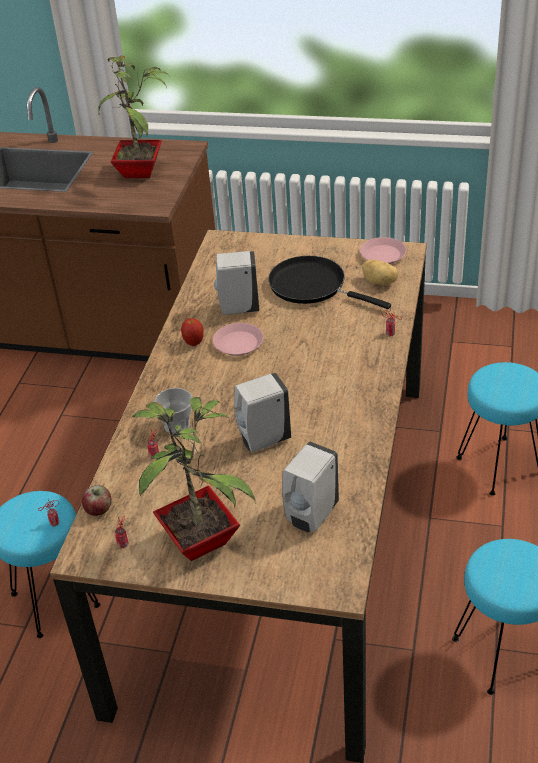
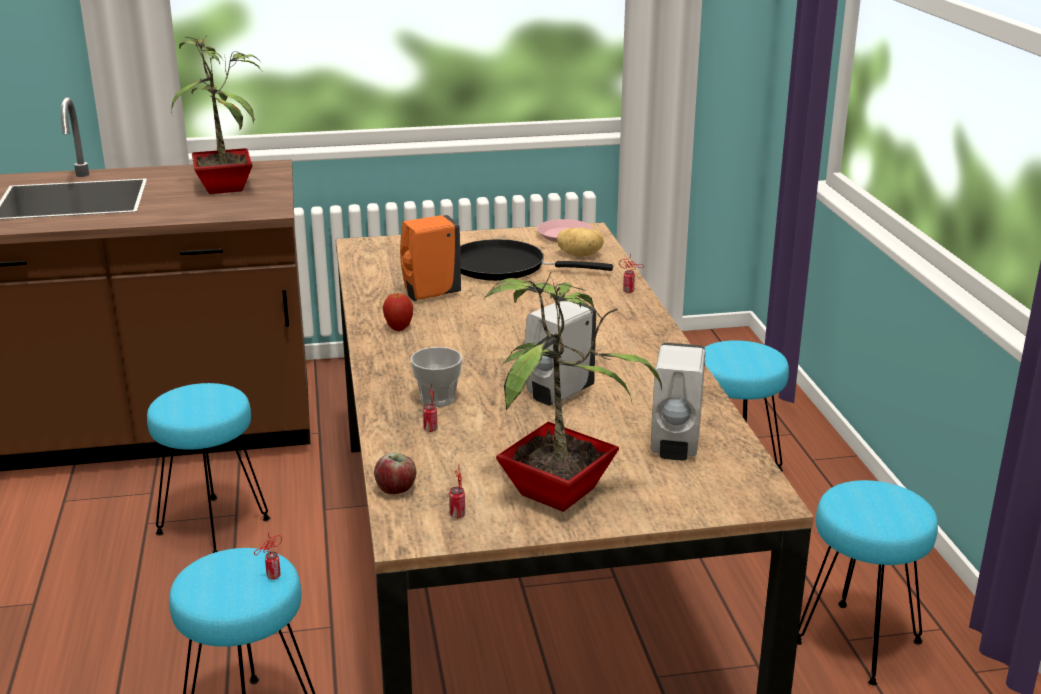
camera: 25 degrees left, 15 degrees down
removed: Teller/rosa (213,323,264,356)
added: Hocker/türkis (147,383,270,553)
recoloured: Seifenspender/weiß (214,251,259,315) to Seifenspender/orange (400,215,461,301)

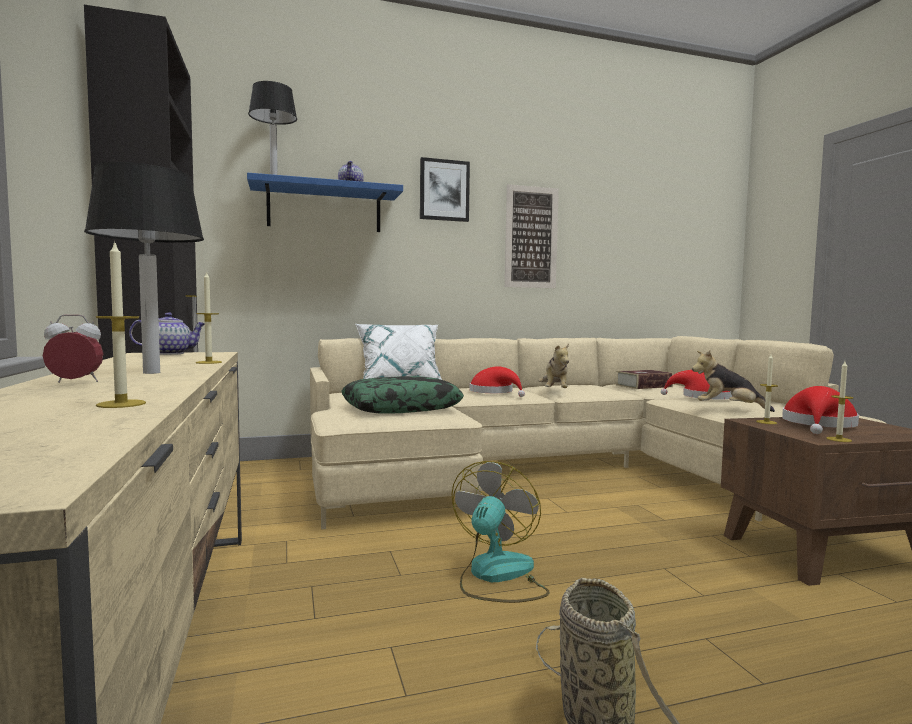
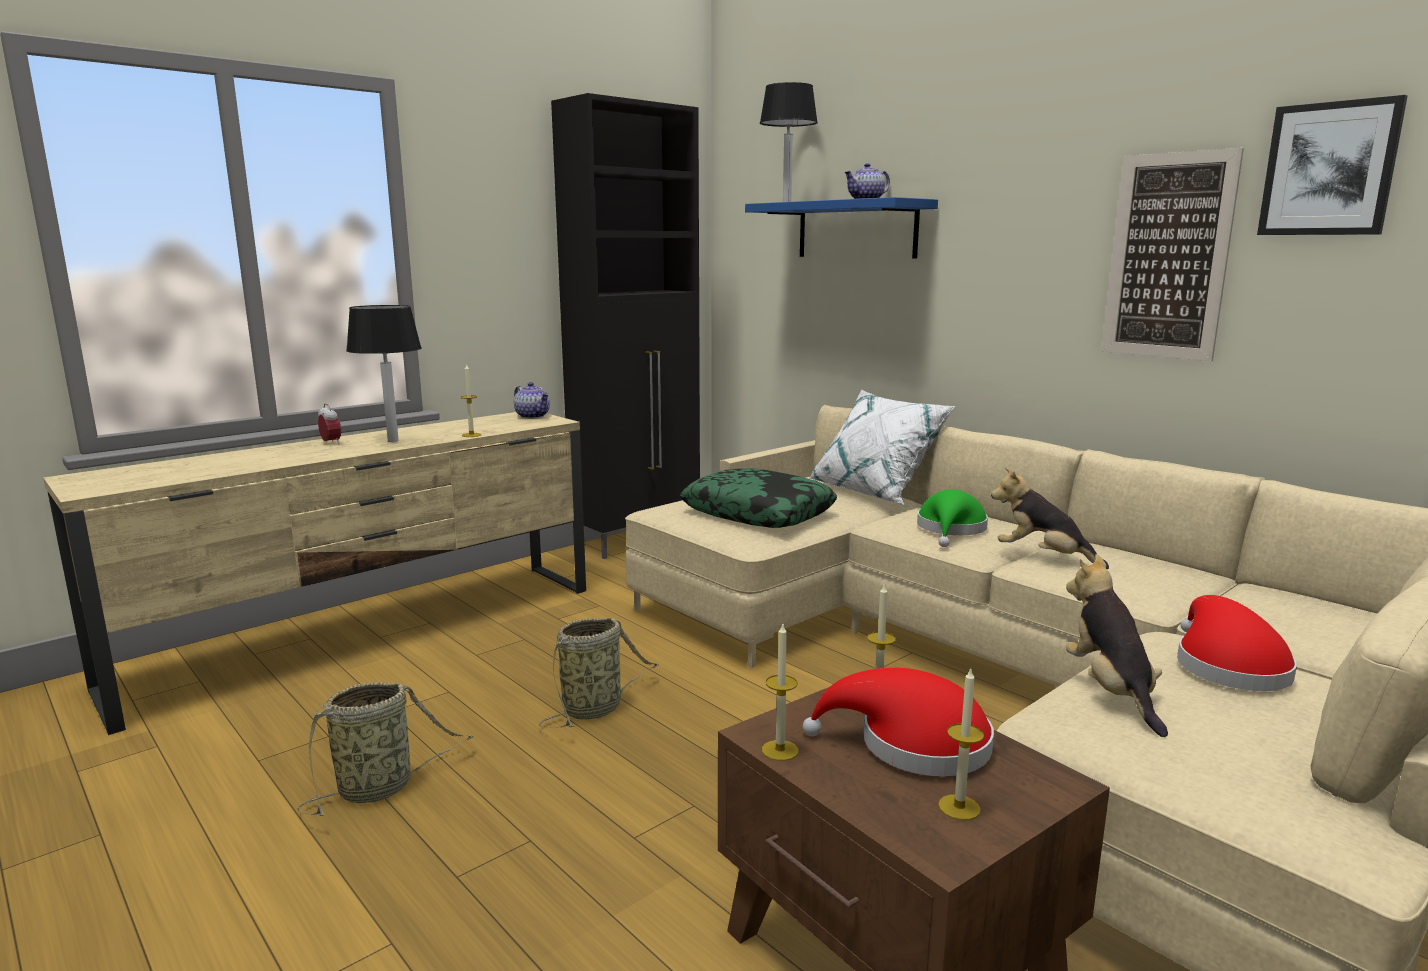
camera: 65 degrees right, 10 degrees up
removed: Buch (616,370,673,389)
moved: Bild (420,157,470,222) to (1257,95,1408,235); Kerze (96,240,146,408) to (938,669,984,820)
replaced: Ventilator (451,461,550,603) to Korb (539,618,658,728)
recoloured: Hut/rot (470,366,525,397) to Hut/grün (917,489,988,547)
turned: Plüschtier (538,344,569,388) = (991,467,1109,569) 60 degrees clockwise

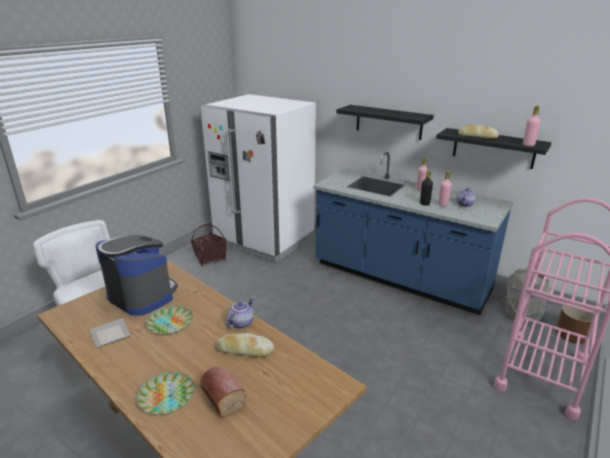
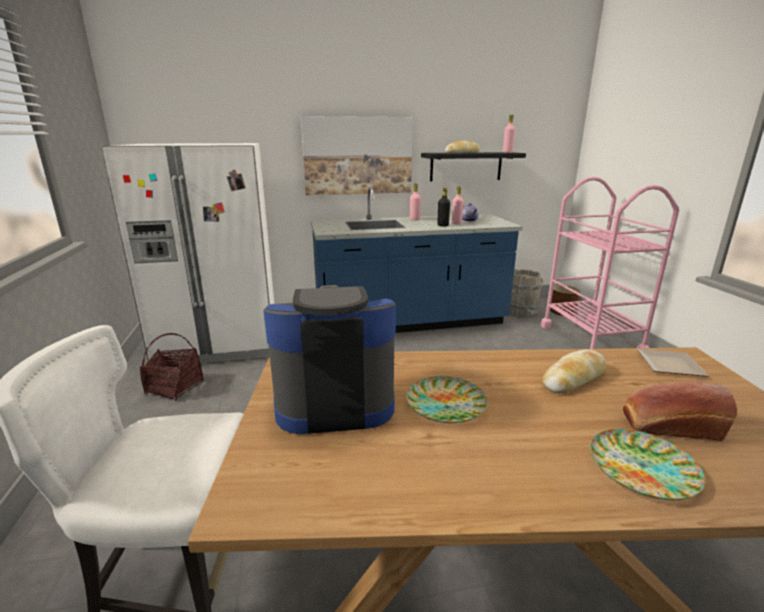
camera: 45 degrees left, 5 degrees down
removed: Teekanne (225,297,254,329)
moved: Teller (89,318,131,348) to (637,349,709,377)
replaced: Wandregal/schwarz (336,105,434,140) to Bild (301,116,413,195)

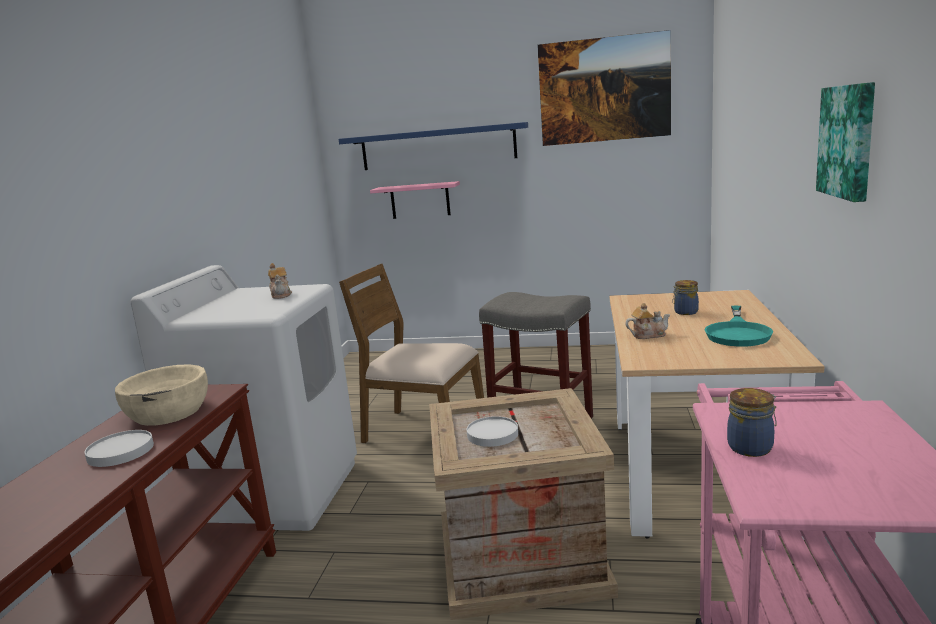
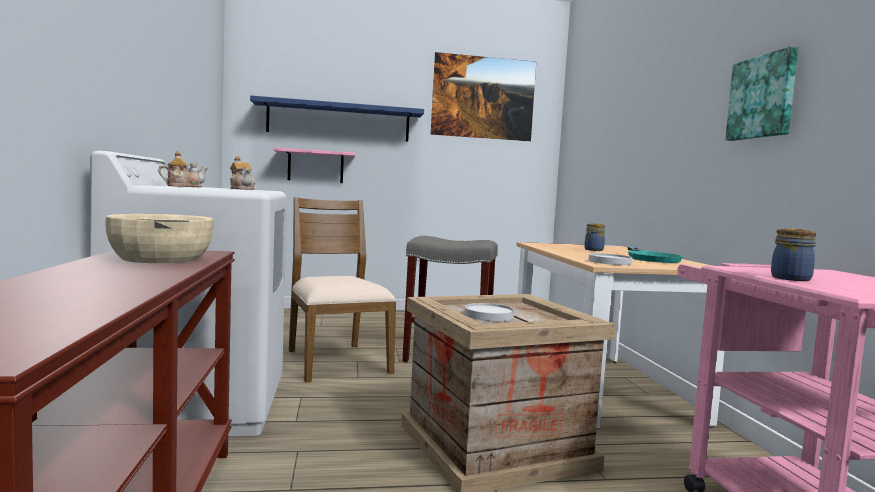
camera: 20 degrees left, 10 degrees down
moved: Teekanne (625,303,671,339) to (158,151,208,188); Teller/weiß (84,430,154,467) to (589,253,632,265)
turned: Stuhl/braun (339,264,484,443) = (289,197,396,382) 60 degrees clockwise

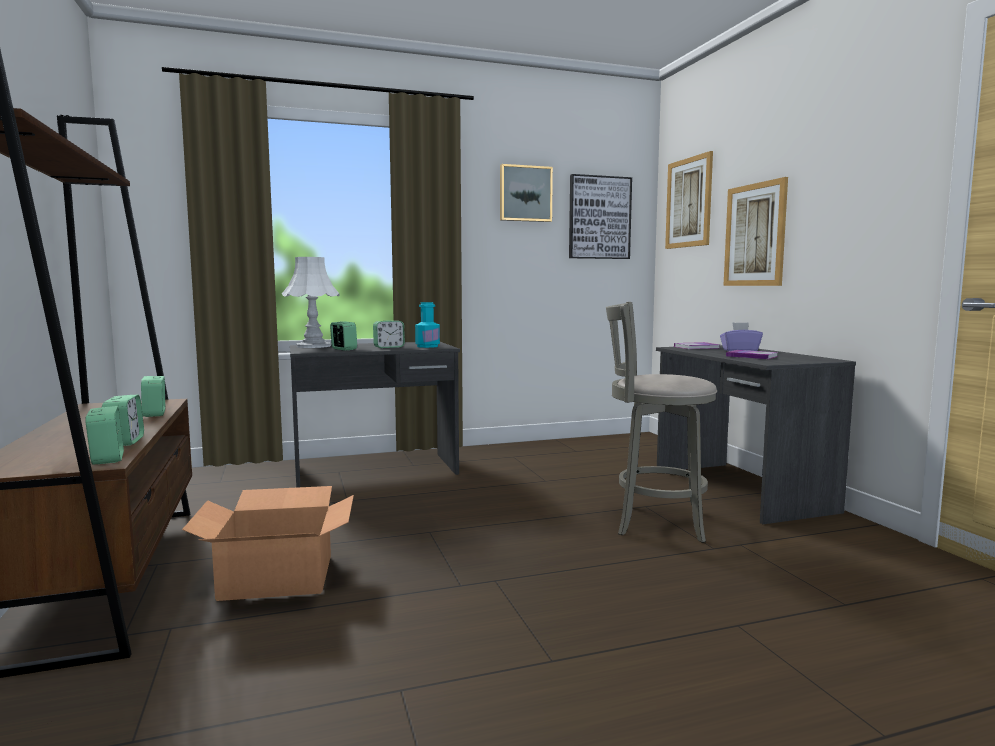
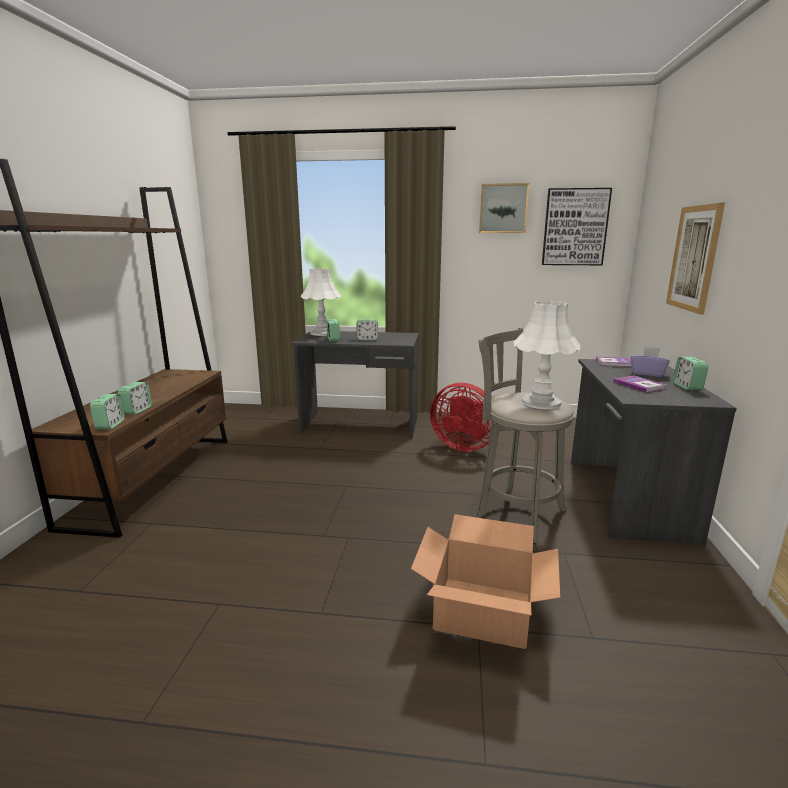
camera: 25 degrees right, 10 degrees up
removed: Bild (665,151,713,249); Flasche/türkis (415,302,440,348)
added: Tischlampe/weiß (514,301,581,409); Ventilator/rot (430,383,493,452)
moved: Wecker (141,376,165,417) to (673,357,708,390); Karton (182,486,354,601) to (411,514,560,649)

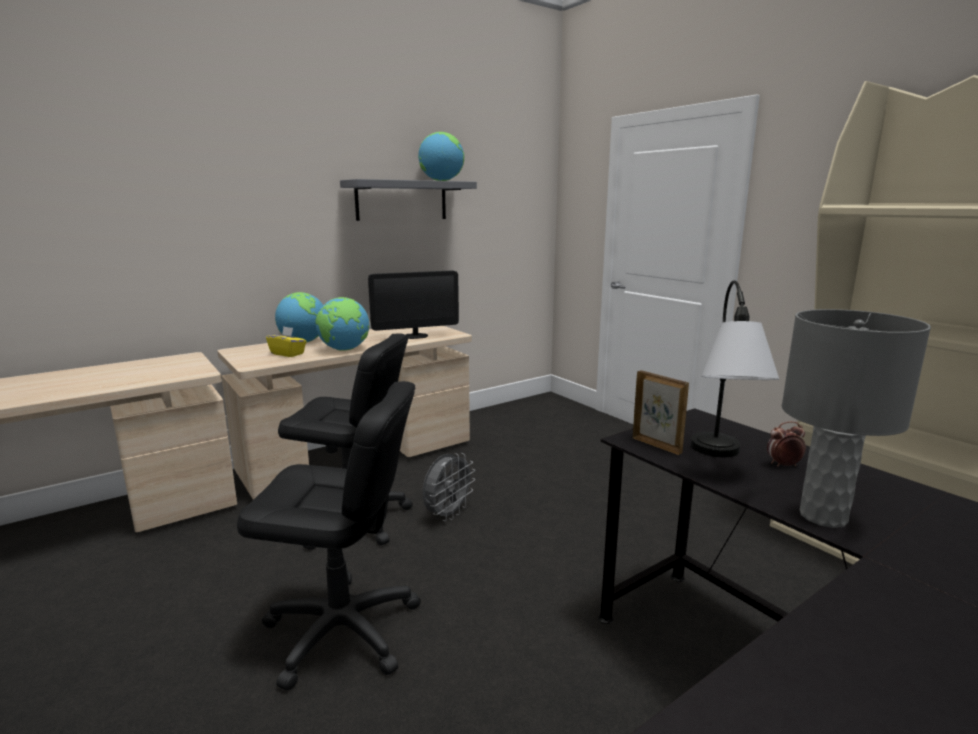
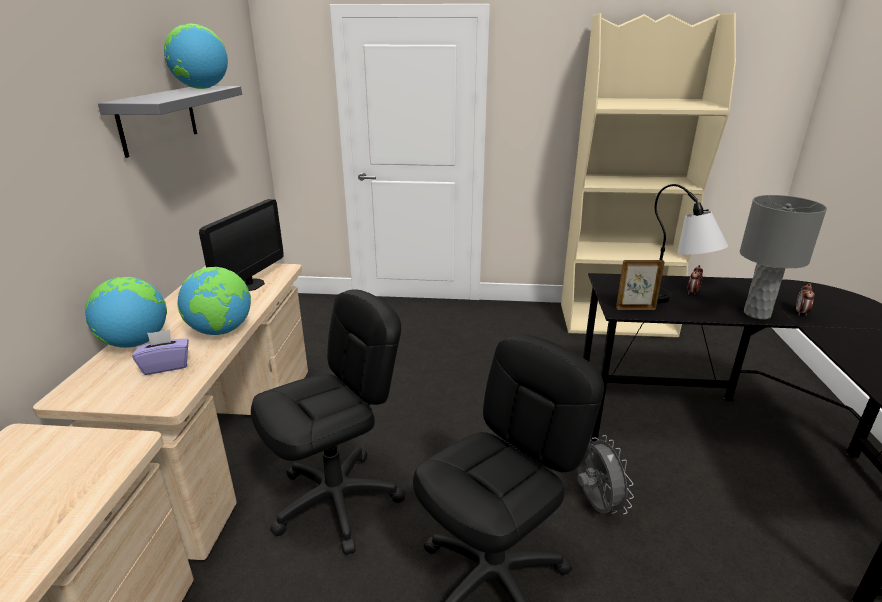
camera: 50 degrees left, 10 degrees up
added: Wecker (796,283,815,316)
moved: Ventilator/grau (422,453,475,521) to (578,435,634,514)
recoloured: Taschentuchbox/gelb (266,326,307,357) to Taschentuchbox/lila (132,330,189,375)

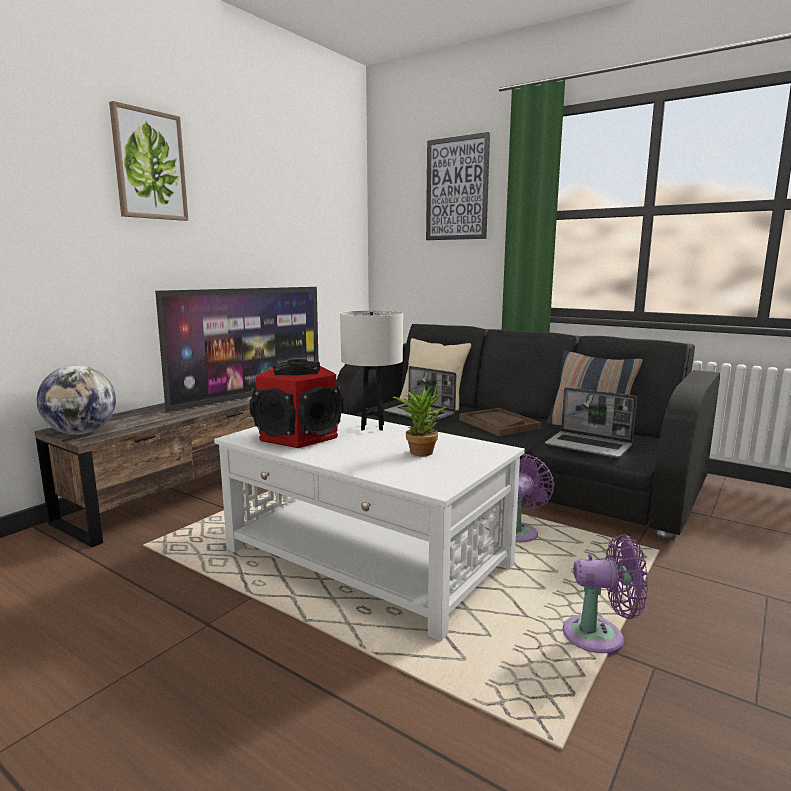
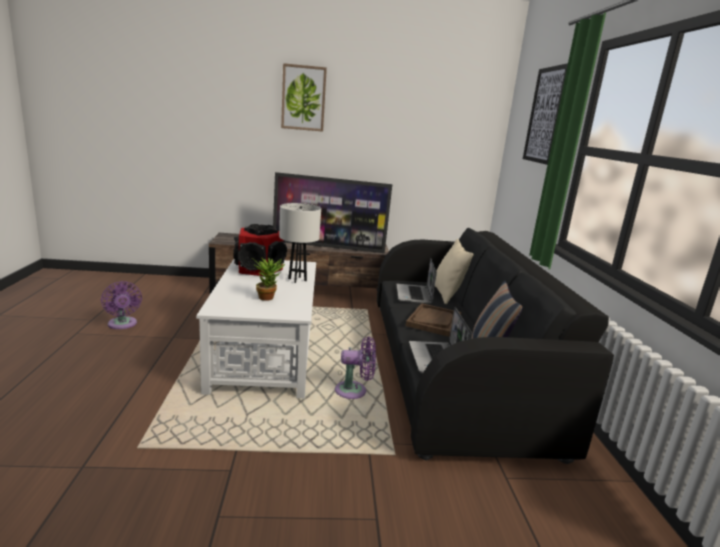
camera: 50 degrees right, 5 degrees up
removed: Globus (37,365,116,435)
moved: Ventilator/lila (562,534,648,655) to (101,281,142,329)

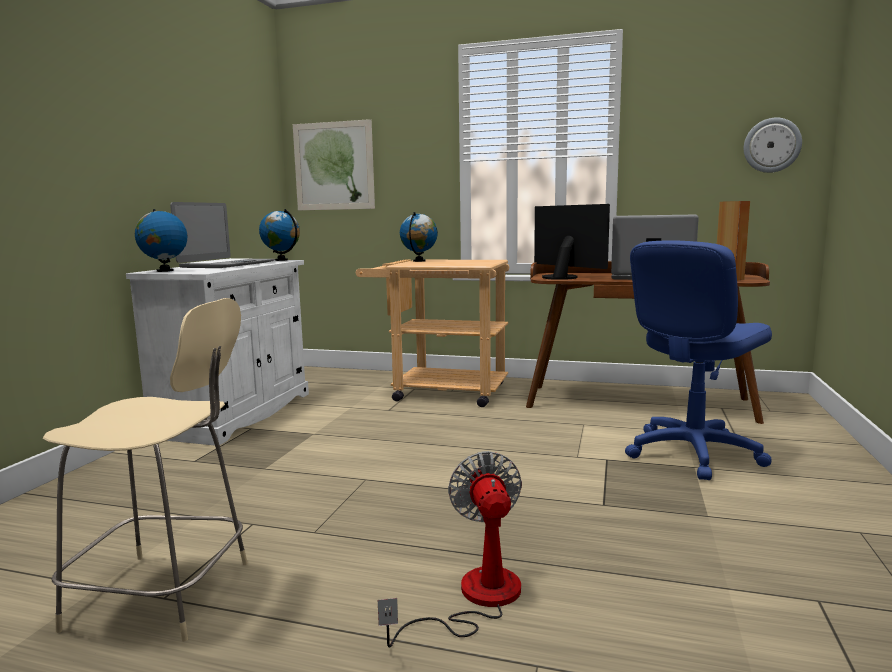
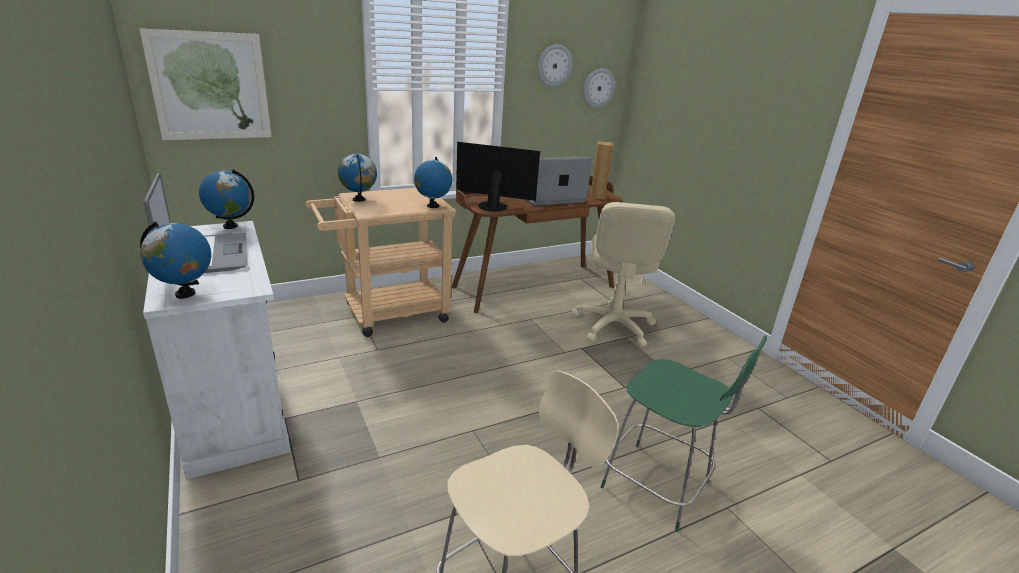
camera: 45 degrees left, 15 degrees up
added: Wanduhr (538,44,572,87); Globus (414,157,452,208)
replaced: Ventilator (378,451,522,648) to Stuhl/grün (601,336,767,532)
recoloured: Bürostuhl/blau (625,240,772,480) to Bürostuhl/beige (571,202,675,347)

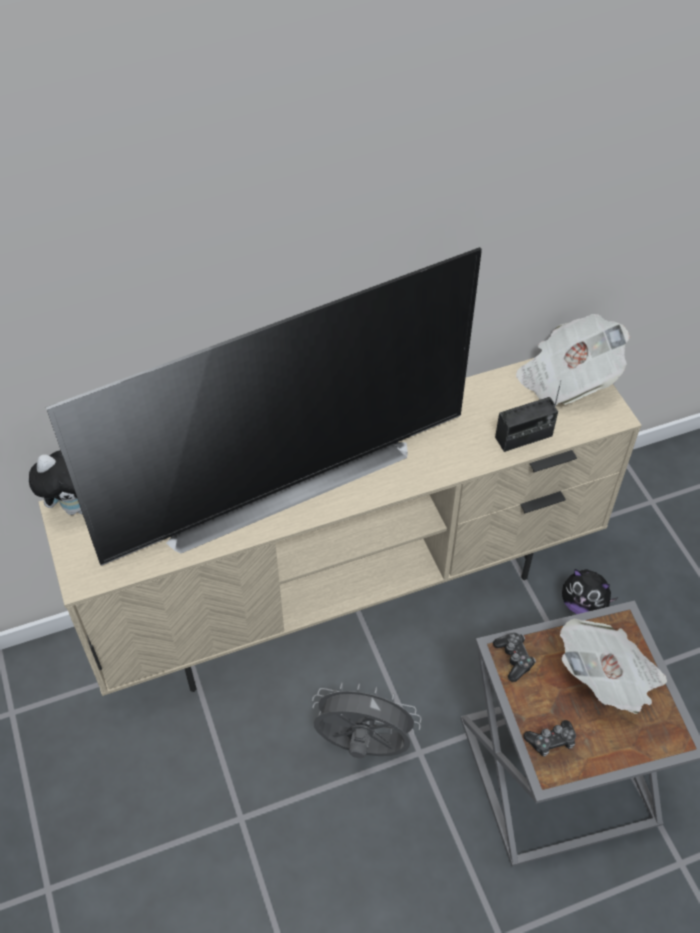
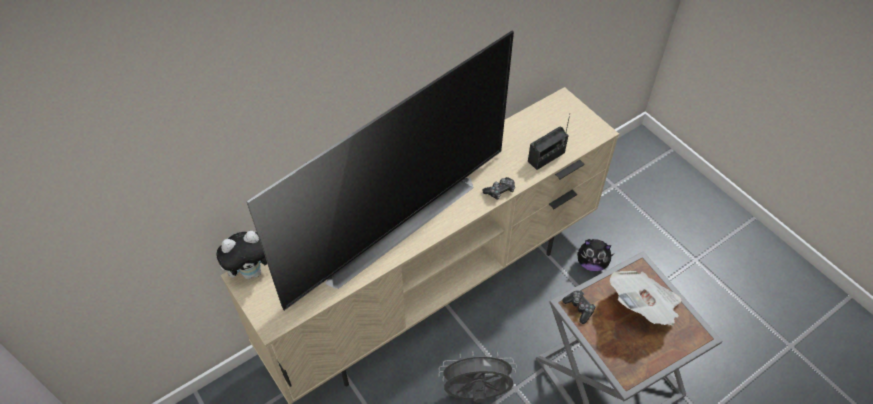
camera: 15 degrees left, 0 degrees up
removed: Zeitung (516,314,630,407)
moved: Gamepad (524,720,576,757) to (482,177,515,200)

